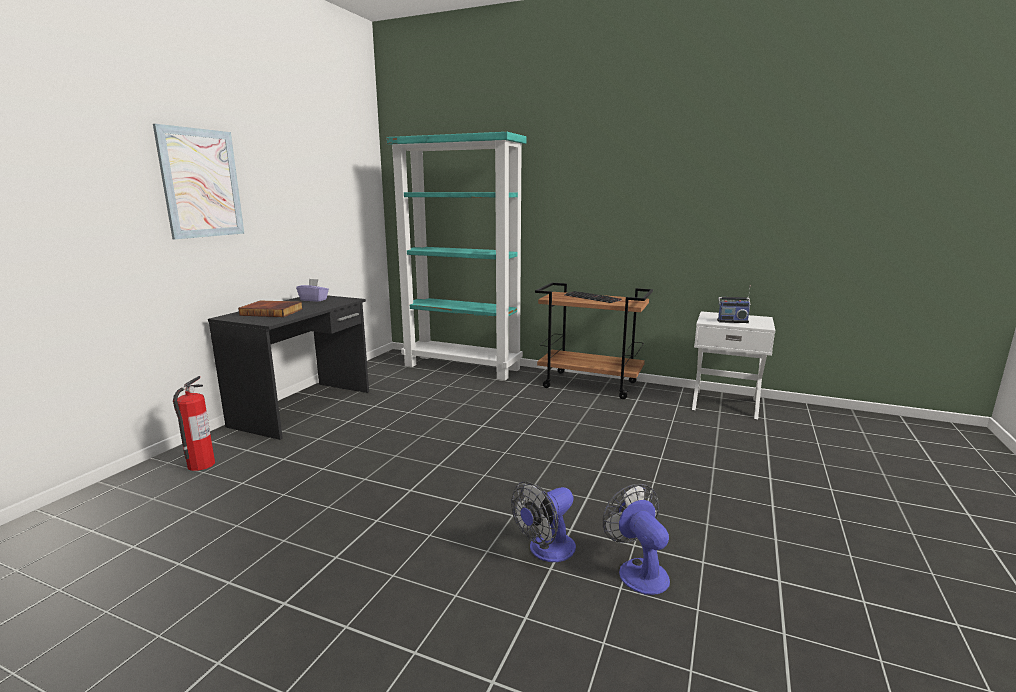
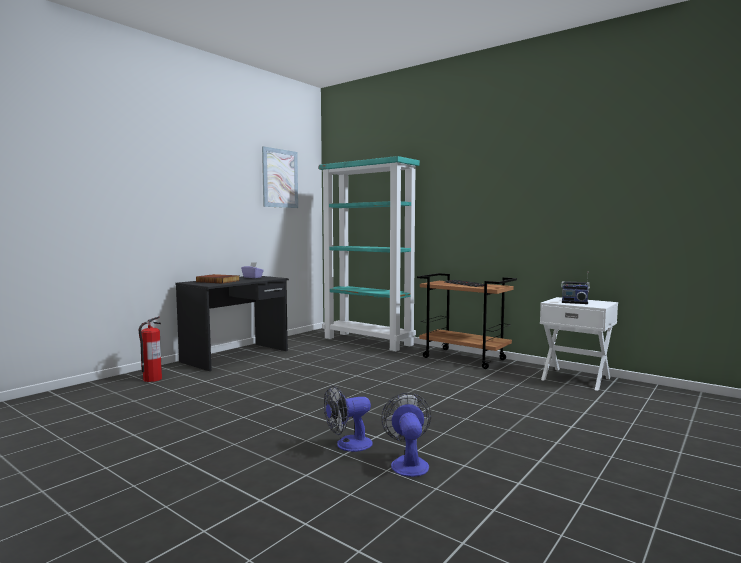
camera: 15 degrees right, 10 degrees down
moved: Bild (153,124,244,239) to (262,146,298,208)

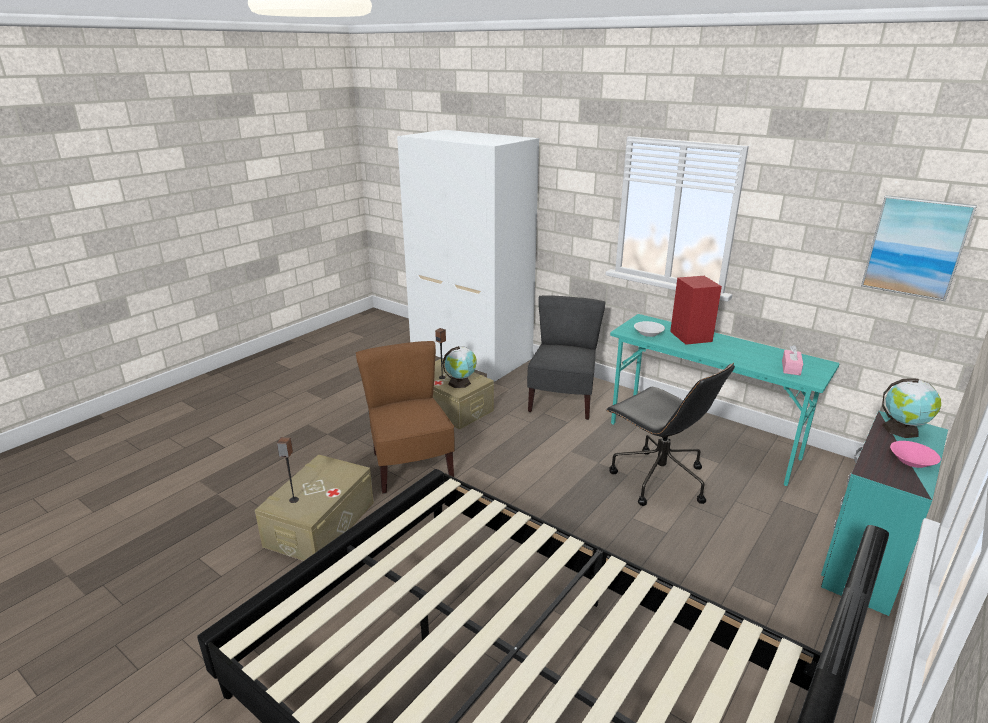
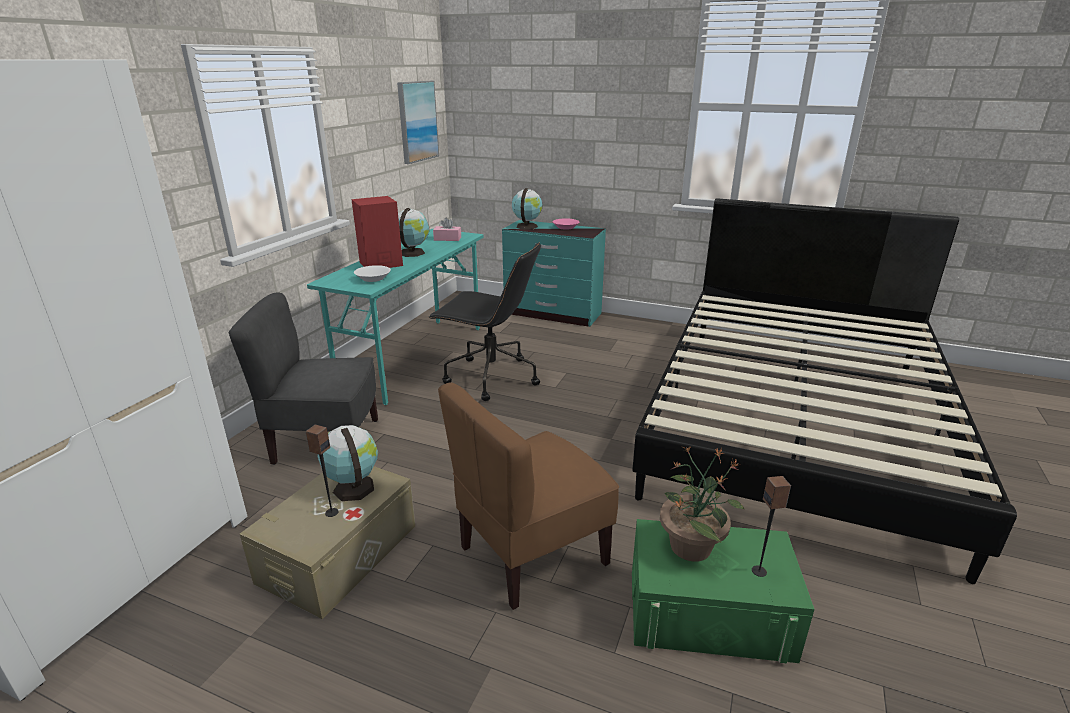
camera: 105 degrees left, 0 degrees up
added: Globus (398,208,429,257); Topfpflanze (660,446,745,562)
recoloured: Aufbewahrungsbox/beige (255,454,374,561) to Aufbewahrungsbox/grün (632,519,815,663)
turned: Bürostuhl/schwarz (605,363,735,506) = (428,242,541,401) 75 degrees clockwise

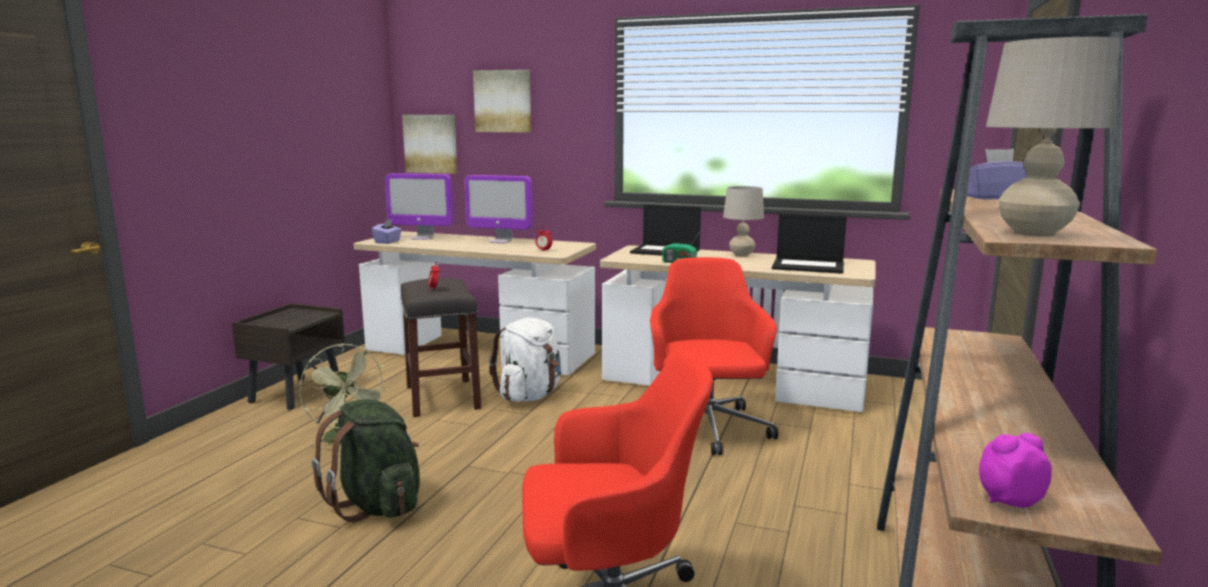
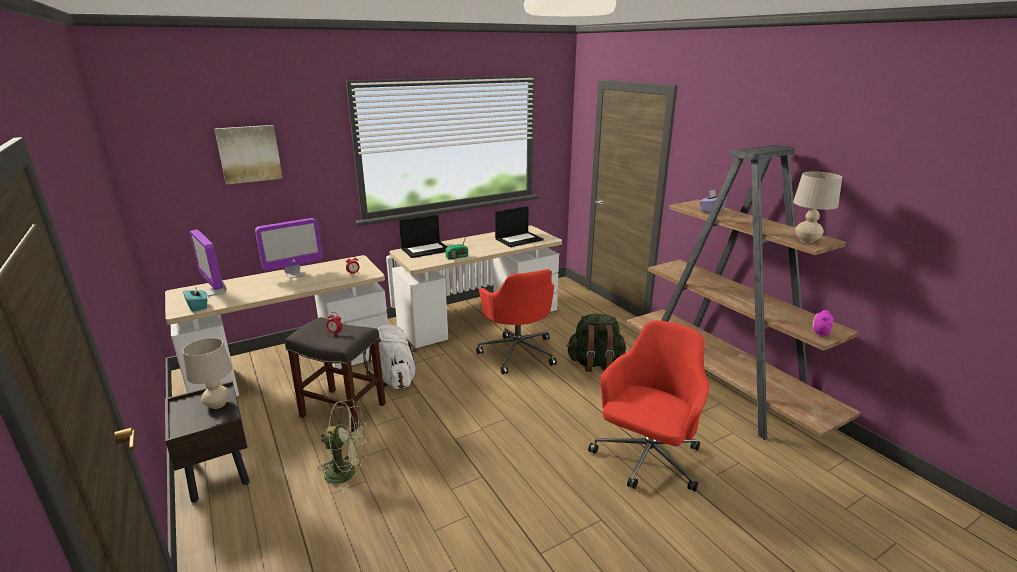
camera: 50 degrees left, 10 degrees up
removed: Bild (402,115,458,174)
moved: Tischlampe/beige (723,186,764,257) to (182,338,232,409); Rucksack/grün (312,400,420,522) to (566,314,626,372)
recoloured: Taschentuchbox/lila (372,219,402,244) to Taschentuchbox/türkis (183,285,208,312)
turned: Monitor (385,173,454,240) = (190,229,227,297) 90 degrees clockwise; Bürostuhl/rot (650,257,778,455) = (476,269,557,374) 150 degrees counterclockwise

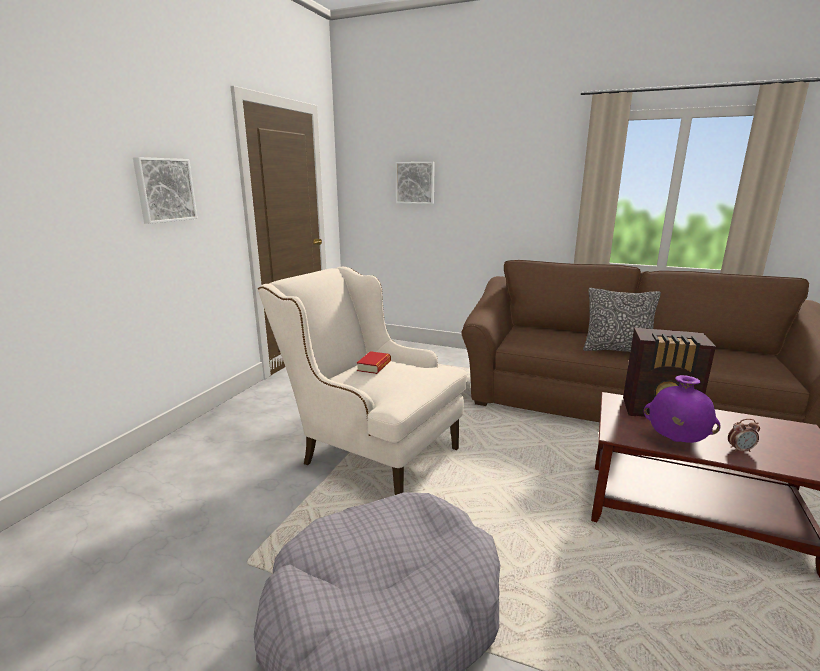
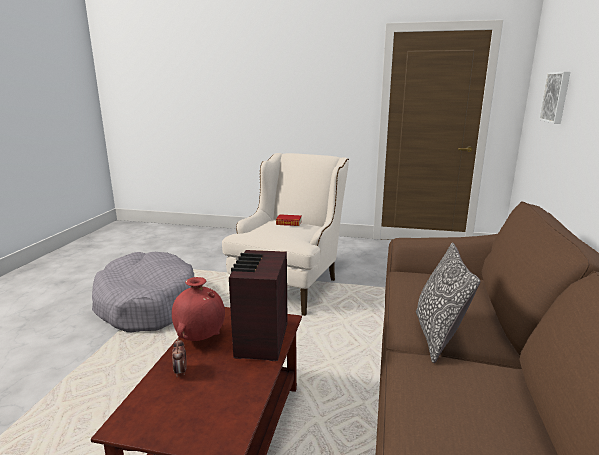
camera: 80 degrees right, 0 degrees up
removed: Bild (133,157,198,224)
recoloured: Vase/lila (643,375,721,443) to Vase/rot (172,277,225,341)

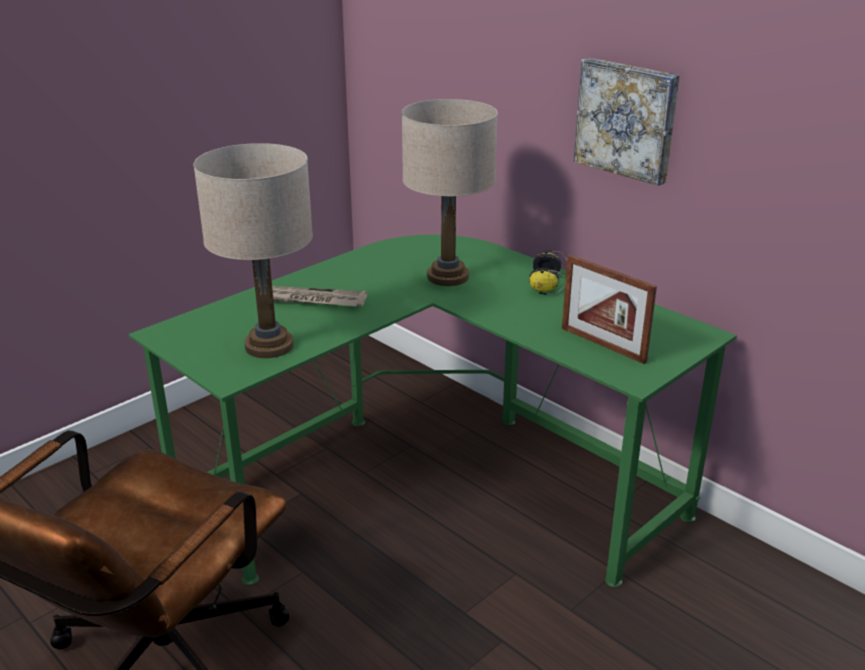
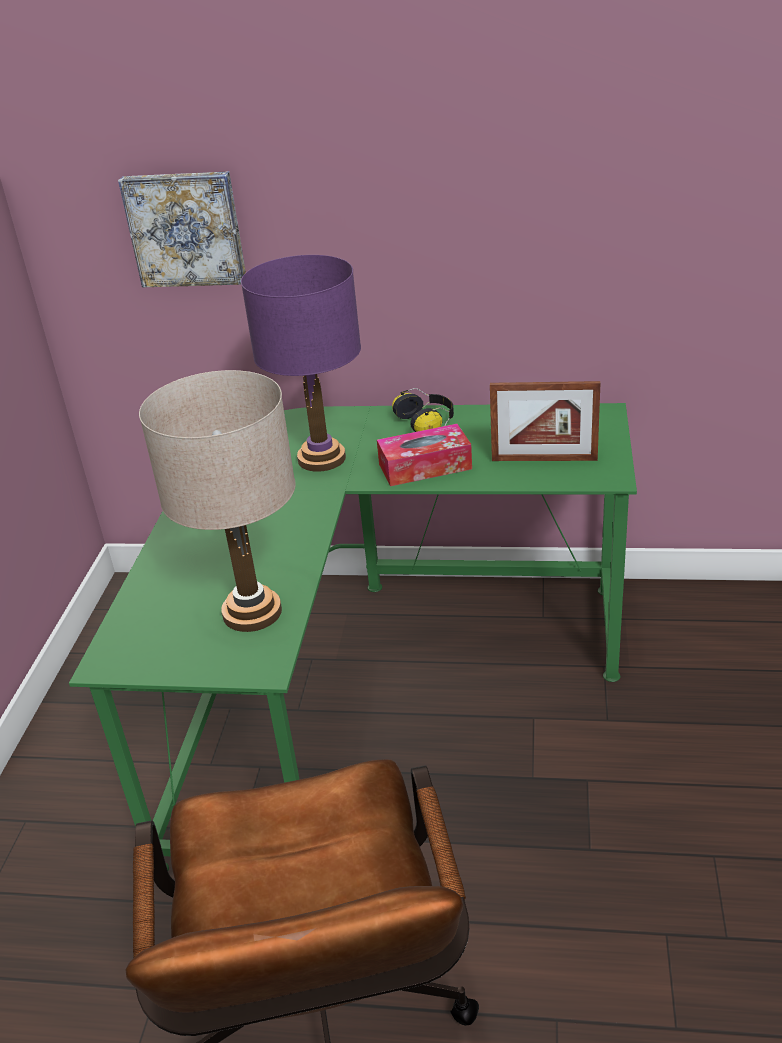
camera: 35 degrees left, 5 degrees up
removed: Zeitung (272,286,367,307)
added: Taschentuchbox (377,424,472,486)
moved: Bild (574,58,680,186) to (118,171,246,287)
recoloured: Tischlampe/beige (401,99,498,286) to Tischlampe/lila (241,255,361,472)

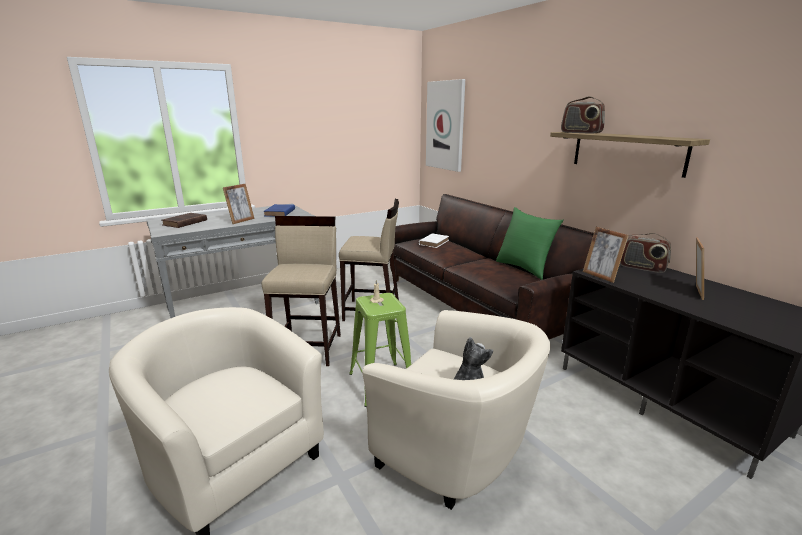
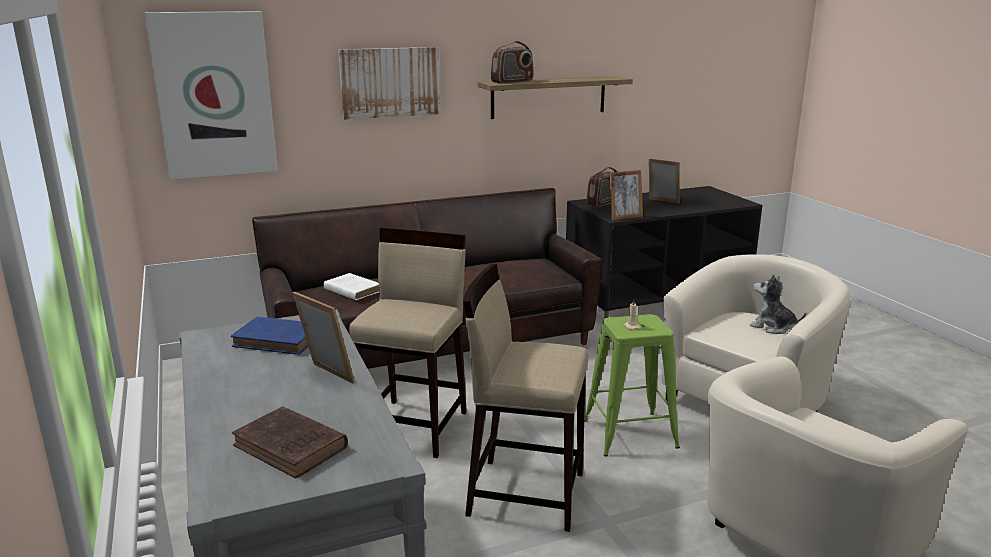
camera: 80 degrees left, 0 degrees up
removed: Kissen/grün (496,207,564,280)
added: Bild (338,47,440,120)

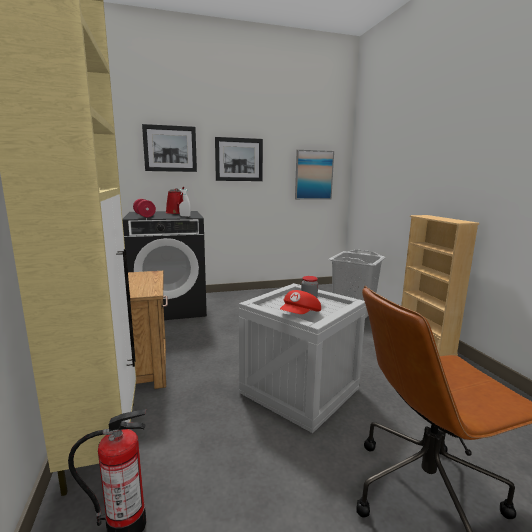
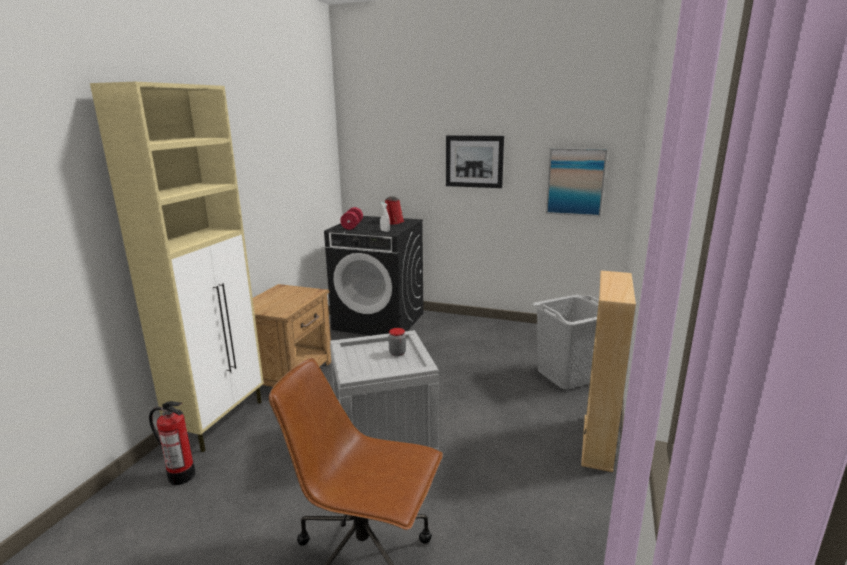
camera: 35 degrees right, 5 degrees up
removed: Bild (142,124,197,172); Kappe/rot (280,290,321,314)

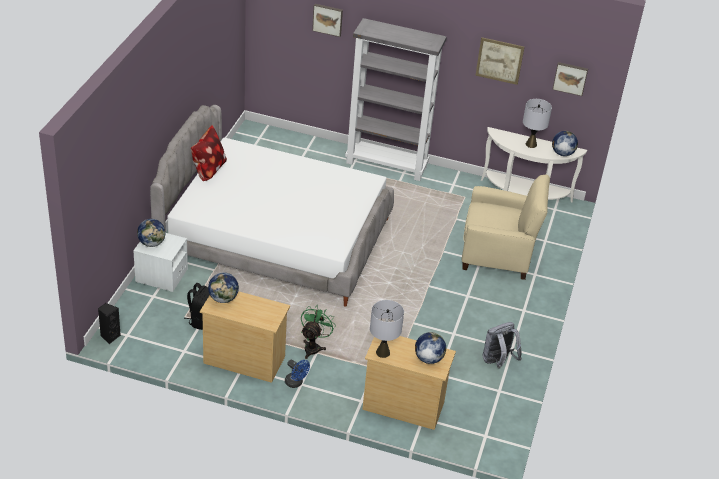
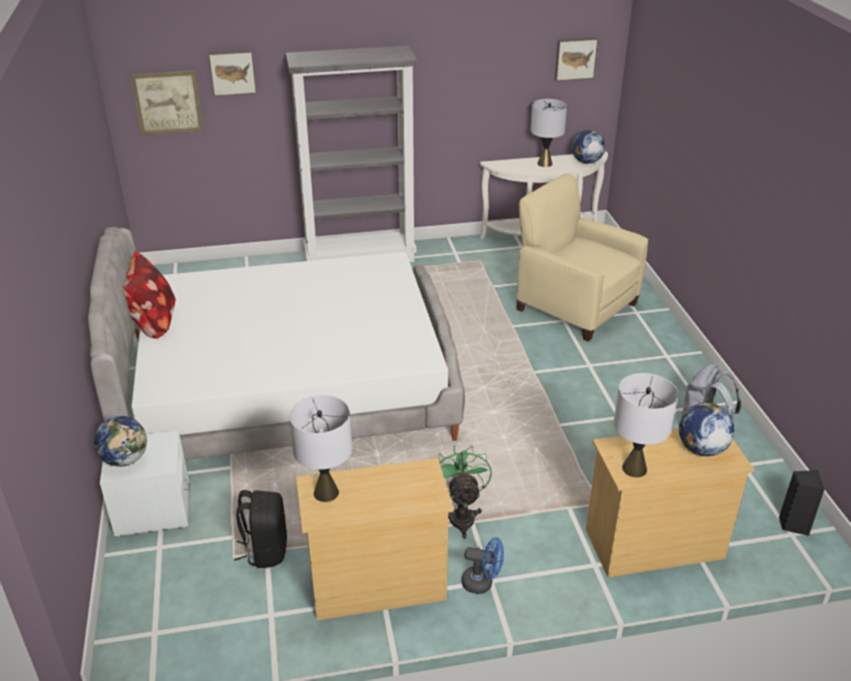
camera: 25 degrees left, 5 degrees down
moved: Bild (476,37,524,85) to (130,71,203,135); Lautsprecher/schwarz (98,303,121,344) to (779,470,825,536)
replaced: Globus (208,272,239,303) to Tischlampe/grau (289,395,352,502)
turned: Sessel/beige (462,174,550,280) = (516,173,648,341) 120 degrees counterclockwise

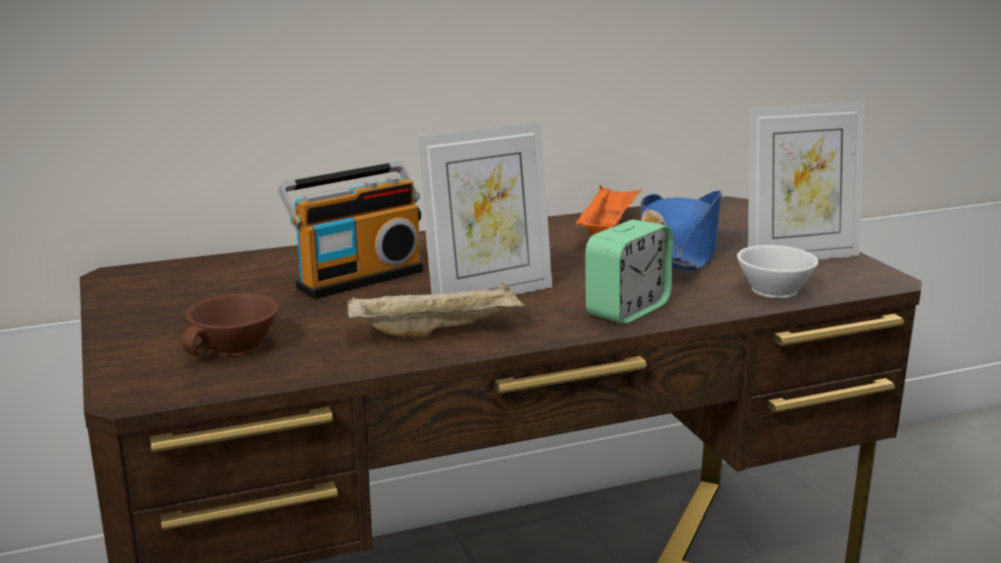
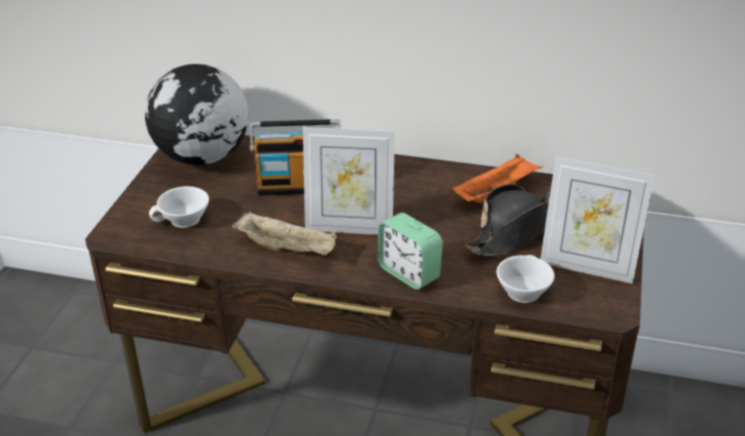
camera: 35 degrees right, 15 degrees up
added: Globus (145,64,249,165)
recoloured: Hut/blau (641,190,722,270) to Hut/schwarz (466,184,550,256); Tasse/braun (181,293,278,356) to Tasse/weiß (149,186,209,228)
turned: Wecker (585,220,673,324) = (377,213,443,290) 60 degrees clockwise

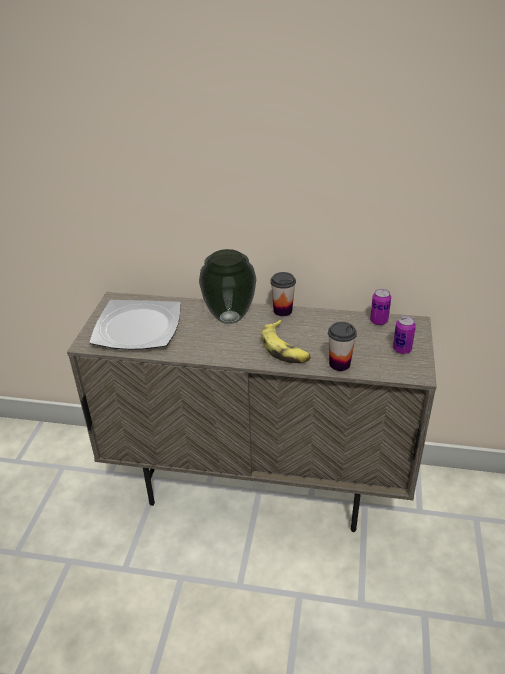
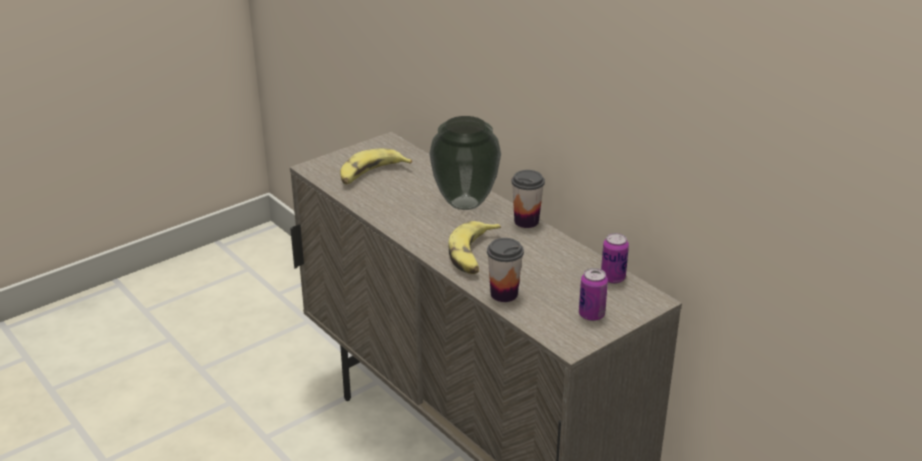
camera: 40 degrees right, 5 degrees down
replaced: Teller (90,300,181,350) to Banane (340,148,412,185)

